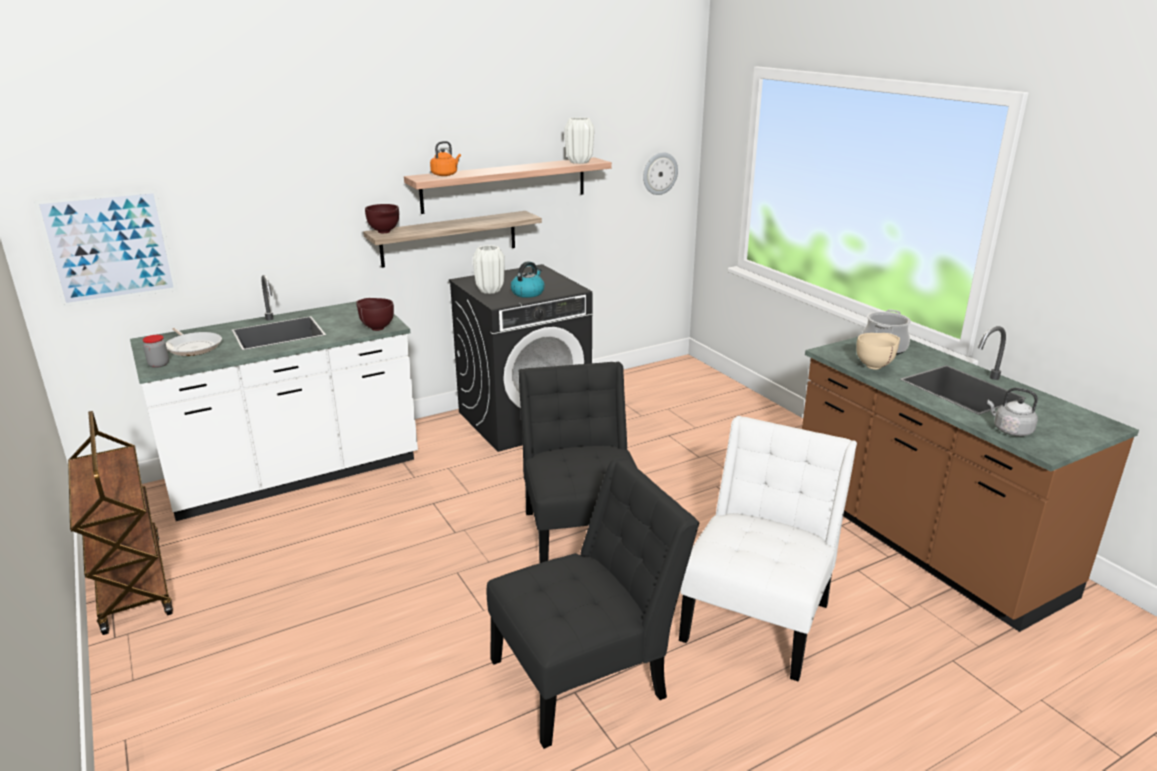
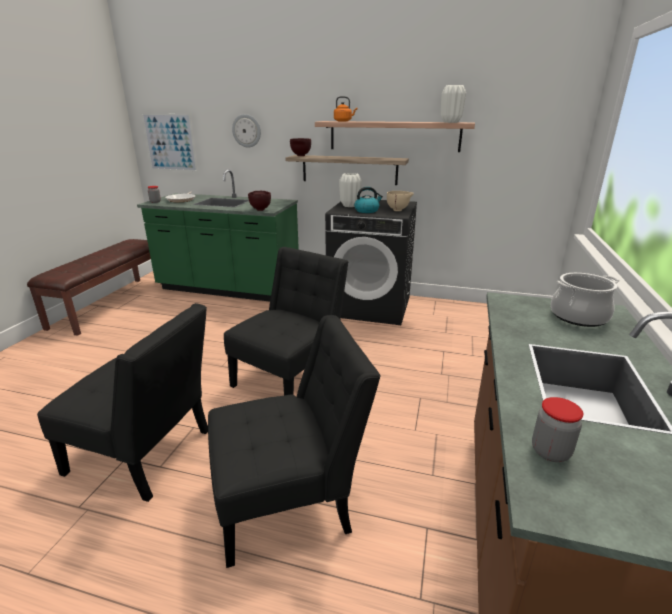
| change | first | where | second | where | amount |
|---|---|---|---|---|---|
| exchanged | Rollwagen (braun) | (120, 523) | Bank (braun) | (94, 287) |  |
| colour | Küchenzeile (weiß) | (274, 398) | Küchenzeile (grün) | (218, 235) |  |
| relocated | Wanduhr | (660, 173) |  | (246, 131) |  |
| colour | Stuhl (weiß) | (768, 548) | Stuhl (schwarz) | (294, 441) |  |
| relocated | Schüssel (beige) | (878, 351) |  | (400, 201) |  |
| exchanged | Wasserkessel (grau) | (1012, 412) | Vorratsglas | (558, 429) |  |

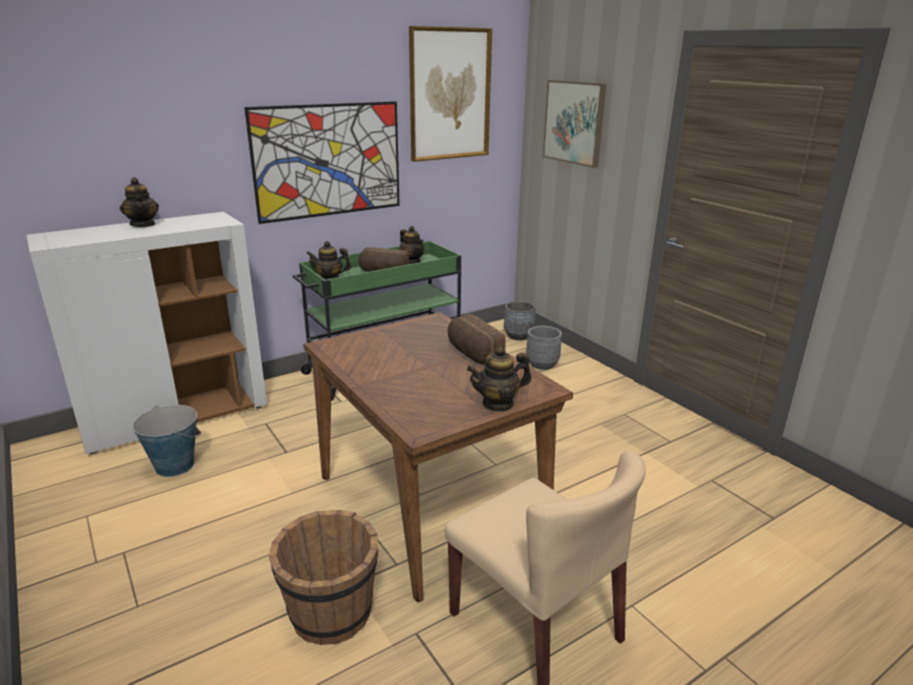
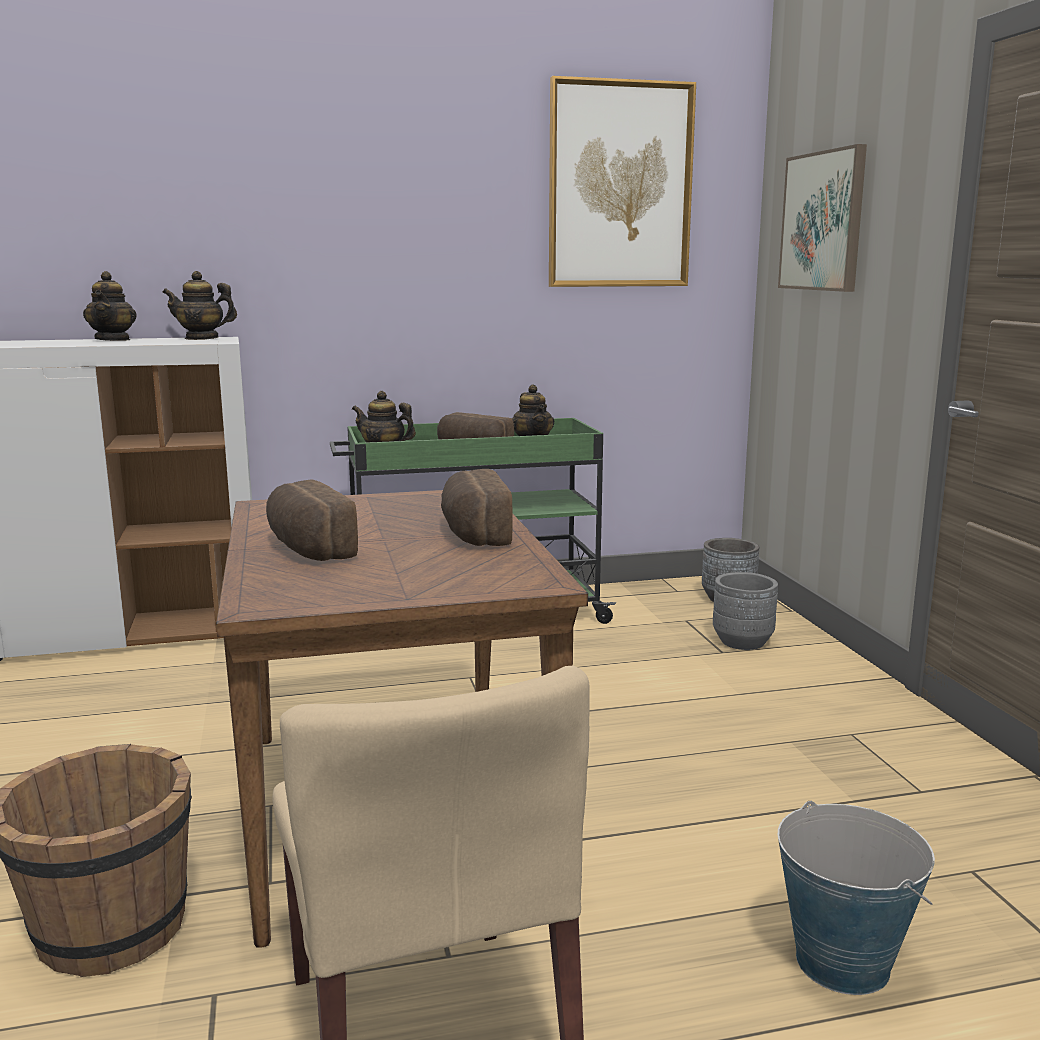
| change | first | where | second | where | amount |
|---|---|---|---|---|---|
| relocated | Eimer | (166, 441) |  | (856, 898) |  |
| missing | Bild | (322, 162) |  |  |  |
| relocated | Teekanne | (499, 379) |  | (199, 305) |  |
| appeared |  |  | Brot | (312, 520) |  |

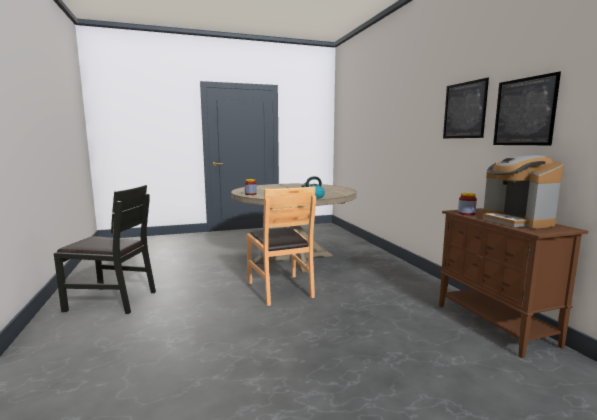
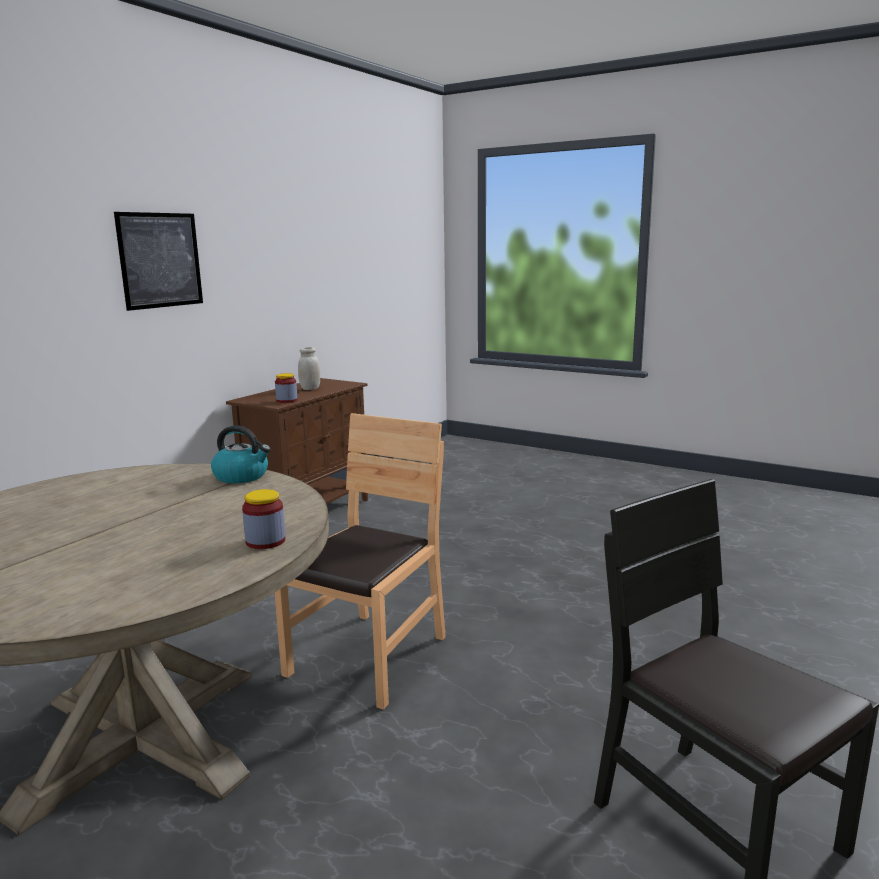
| change | first | where | second | where | amount |
|---|---|---|---|---|---|
| exchanged | Kaffeemaschine | (523, 192) | Vorratsglas (weiß) | (309, 368) |  |
| missing | Bild | (527, 108) |  |  |  |

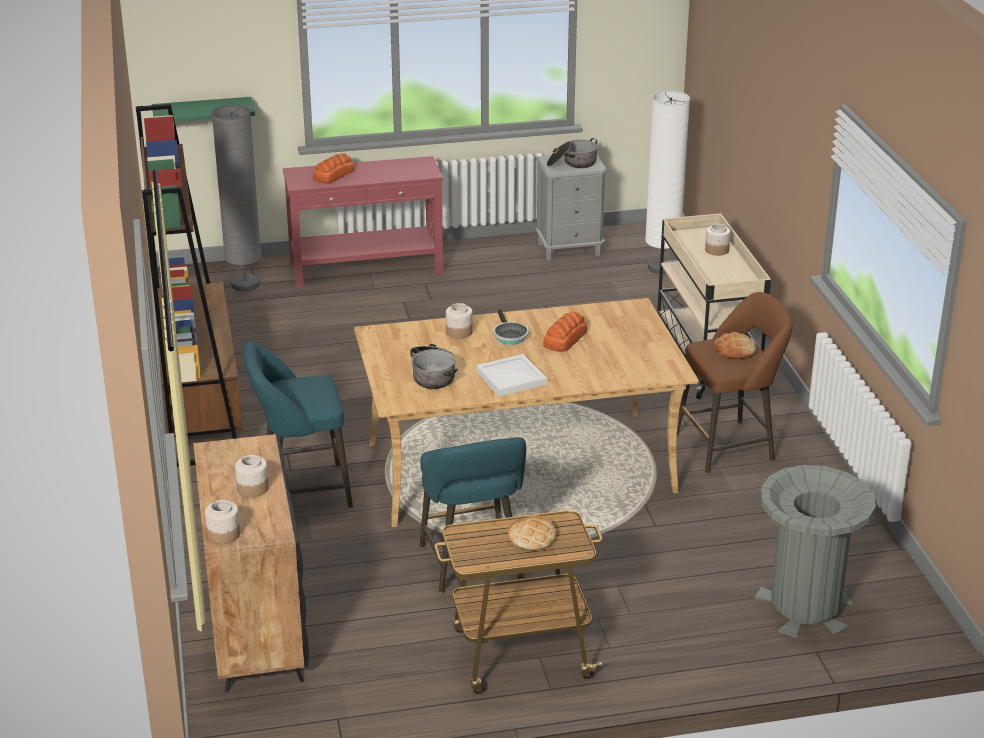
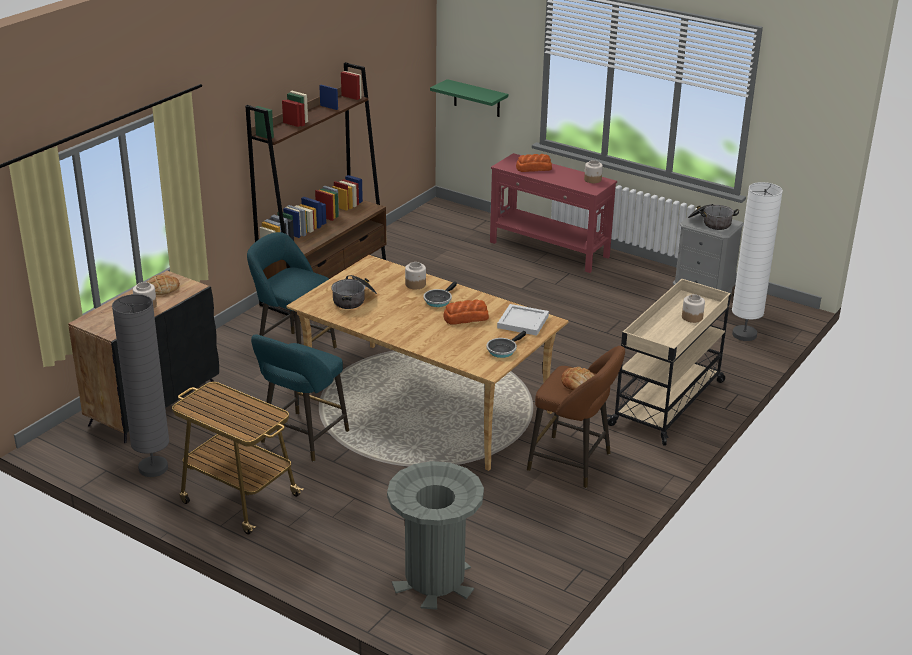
| change | first | where | second | where | amount |
|---|---|---|---|---|---|
| relocated | Vorratsglas | (222, 522) |  | (593, 171) |  |
| relocated | Stehlampe (grau) | (236, 198) |  | (140, 385) |  |
| relocated | Tablett (weiß) | (511, 375) |  | (523, 320) |  |
| relocated | Brot | (532, 532) |  | (163, 285) |  |
| appeared |  |  | Pfanne | (506, 344) |  |

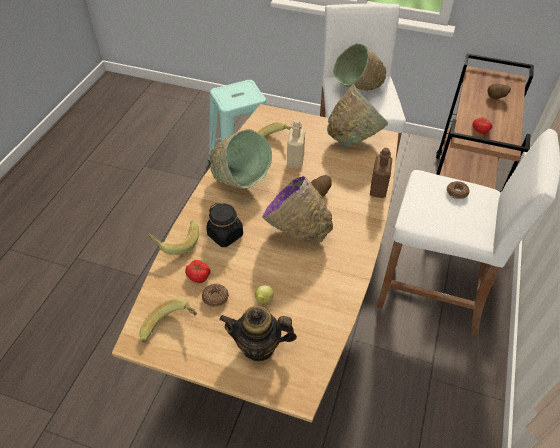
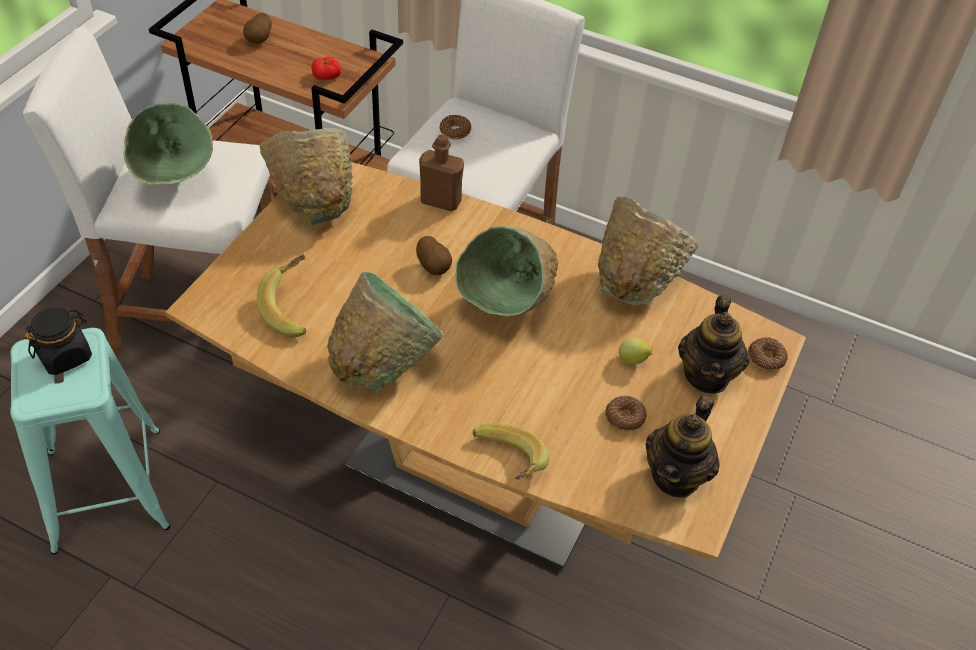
| change | first | where | second | where | amount |
|---|---|---|---|---|---|
| exchanged | Banane | (168, 320) | Teekanne | (682, 446) |  |
| missing | Tomate | (198, 271) |  |  |  |
| relocated | Vorratsglas (schwarz) | (224, 225) |  | (58, 341) |  |
| colour | Schüssel (lila) | (297, 209) | Schüssel (grün) | (506, 271) |  |
| missing | Flasche (beige) | (296, 144) |  |  |  |
| appeared |  |  | Schüssel (beige) | (649, 251) |  |
| appeared |  |  | Donut | (768, 354) |  |

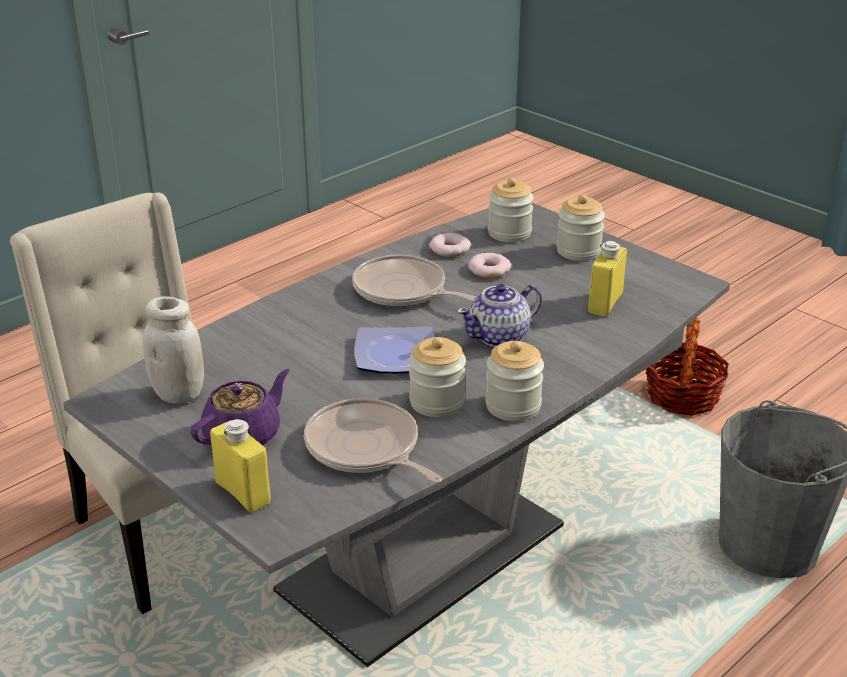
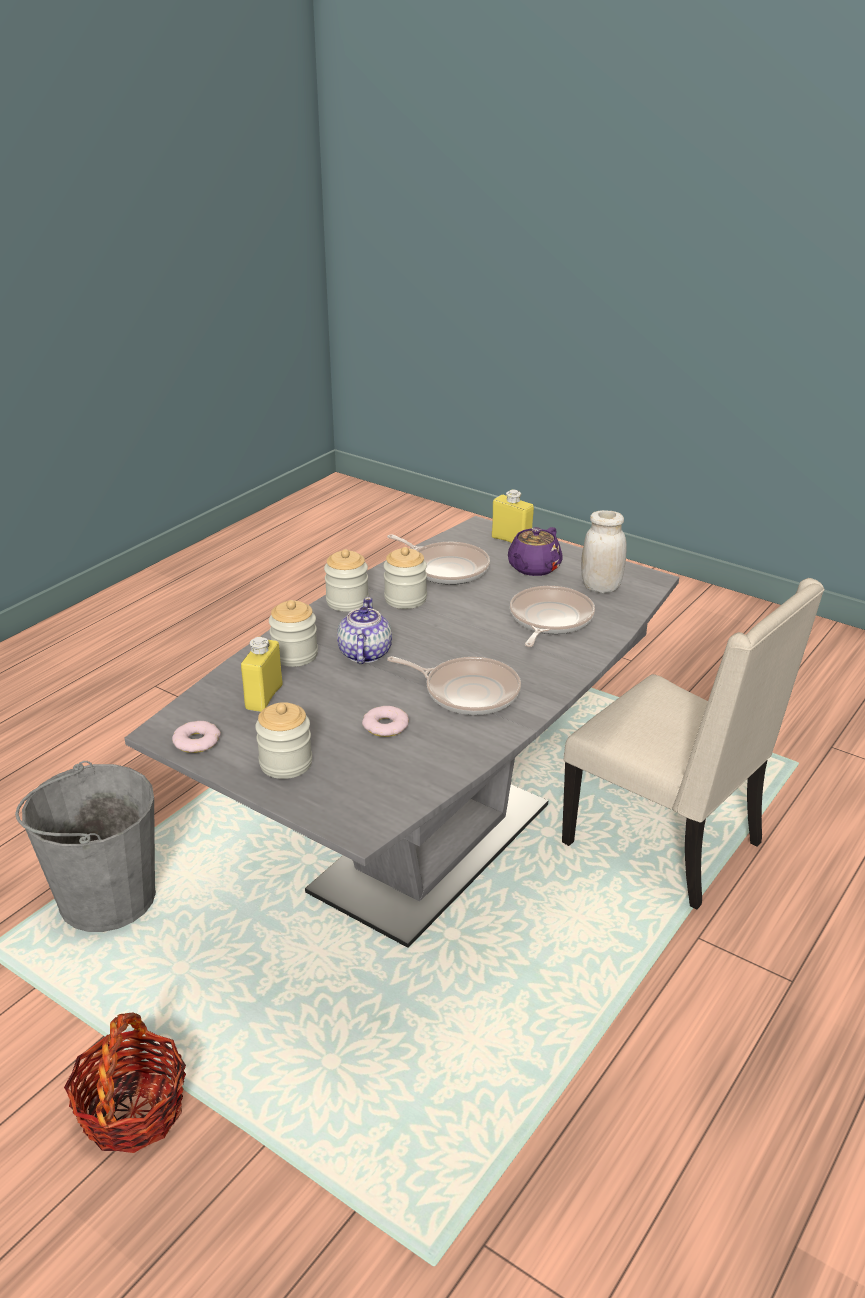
| change | first | where | second | where | amount |
|---|---|---|---|---|---|
| missing | Teller | (394, 350) |  |  |  |
| relocated | Donut | (450, 245) |  | (196, 737) |  |
| spun | Teekanne | (499, 315) |  | (364, 630) | 45 degrees counterclockwise |
| relocated | Vorratsglas | (511, 210) |  | (293, 633) |  |
| appeared |  |  | Pfanne | (552, 616) |  |

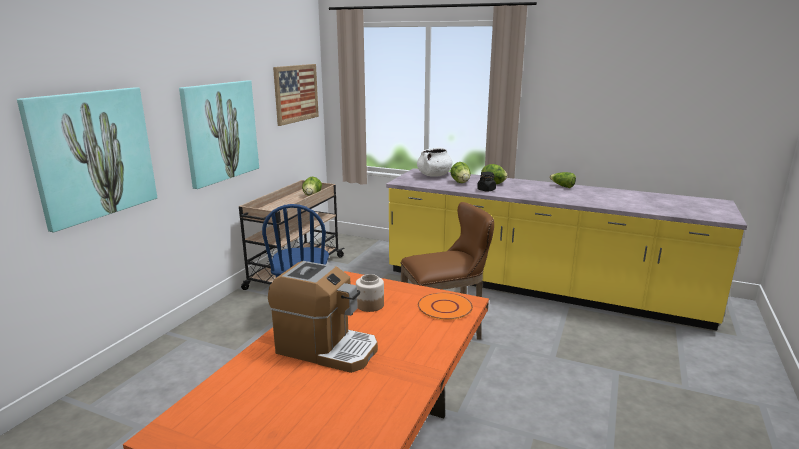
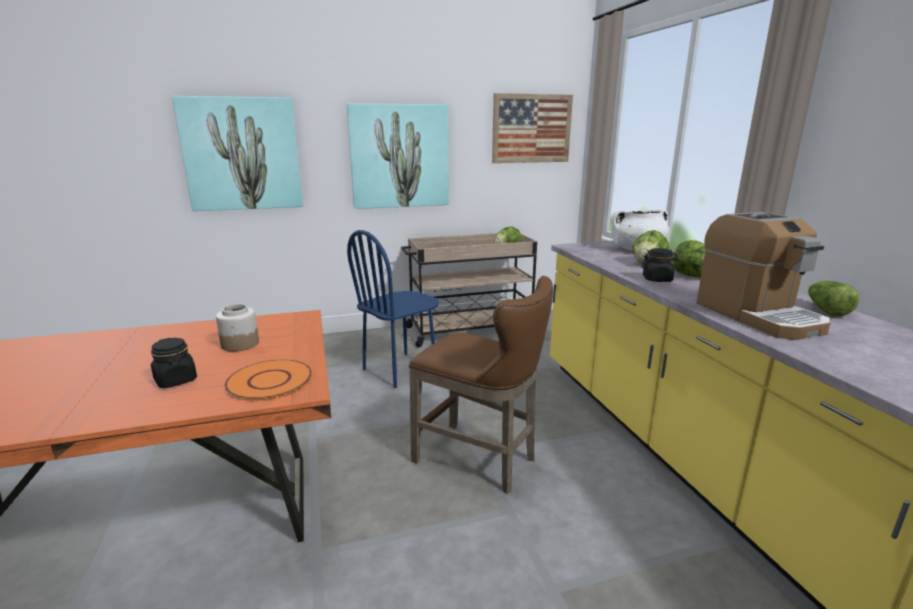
| change | first | where | second | where | amount |
|---|---|---|---|---|---|
| relocated | Kaffeemaschine | (323, 317) |  | (763, 276) |  |
| appeared |  |  | Vorratsglas (schwarz) | (174, 363) |  |

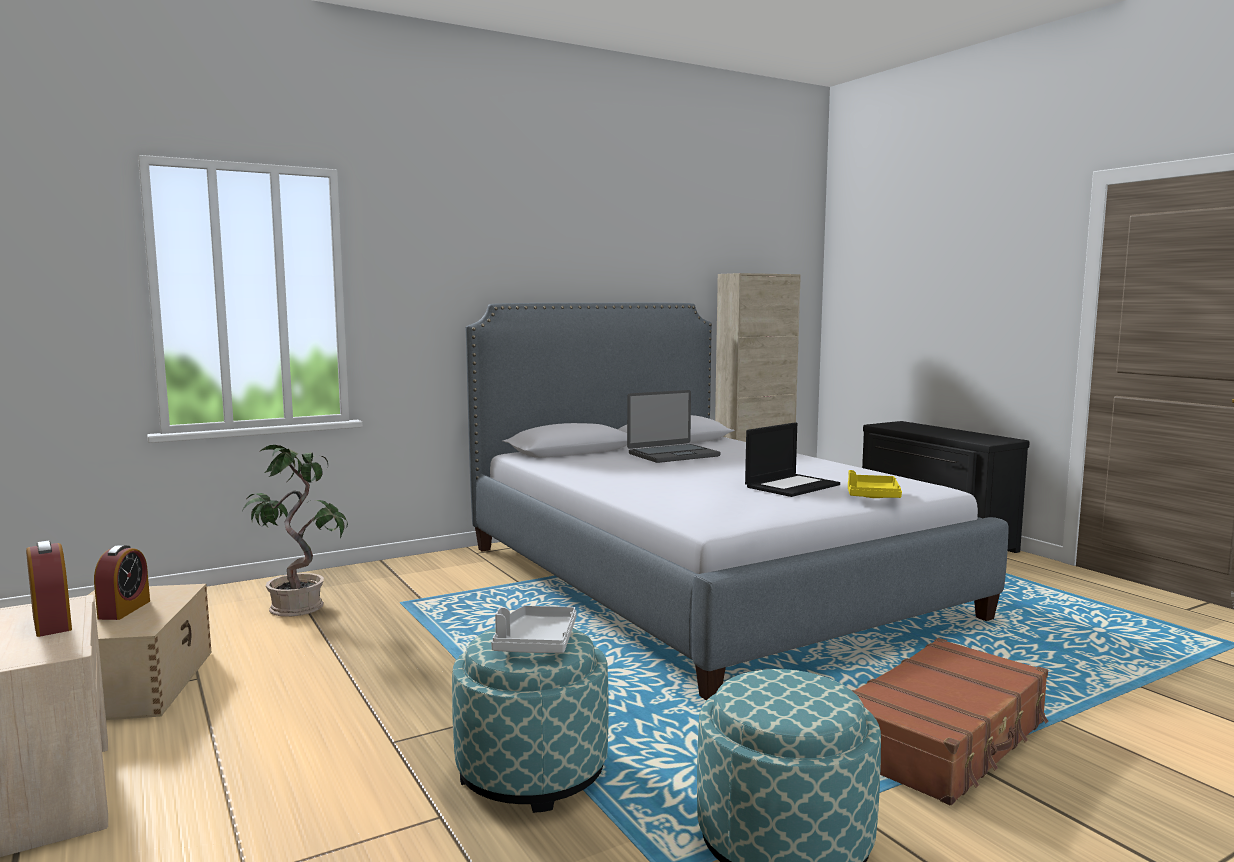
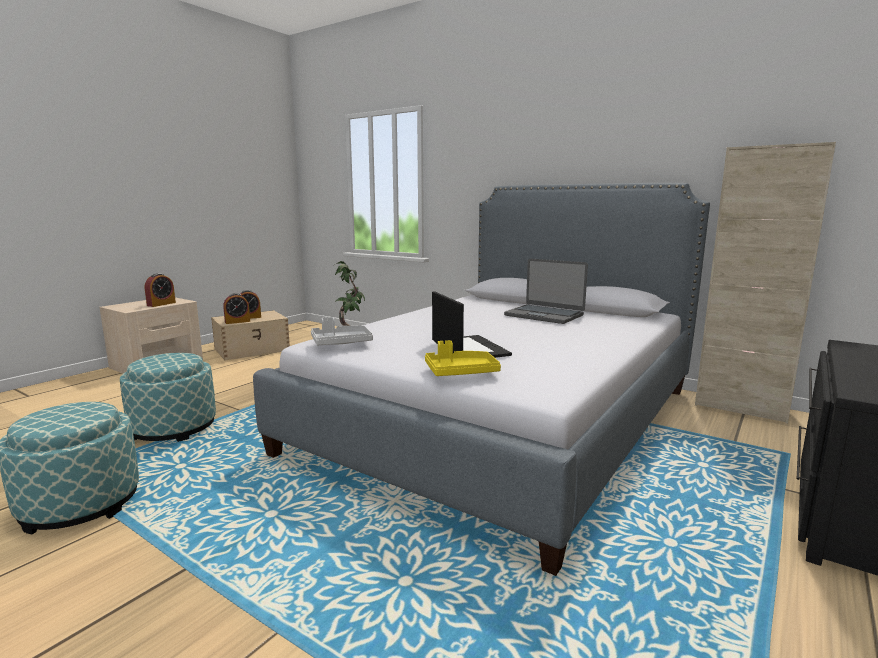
| change | first | where | second | where | amount |
|---|---|---|---|---|---|
| relocated | Tablett (grau) | (534, 629) |  | (342, 331) |  |
| spun | Laptop | (792, 459) |  | (472, 324) | 135 degrees counterclockwise |
| missing | Koffer (braun) | (950, 721) |  |  |  |
| appeared |  |  | Wecker | (236, 308) |  |

